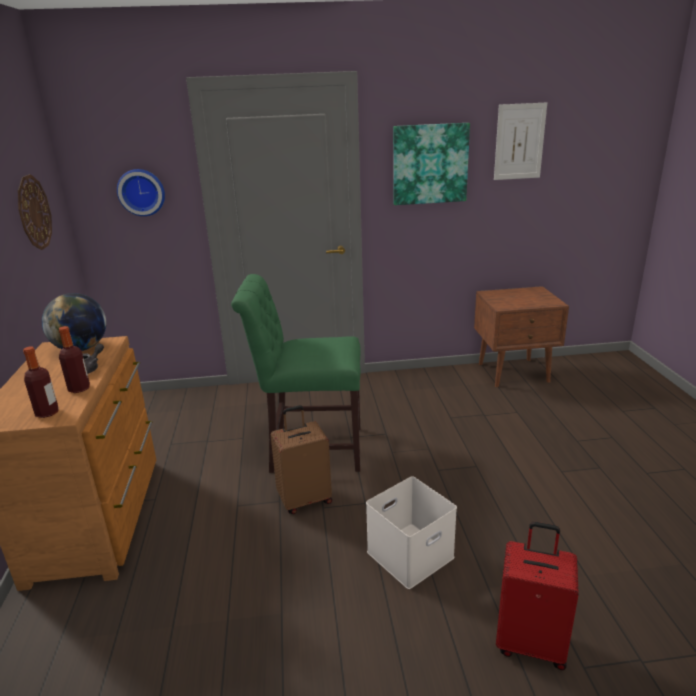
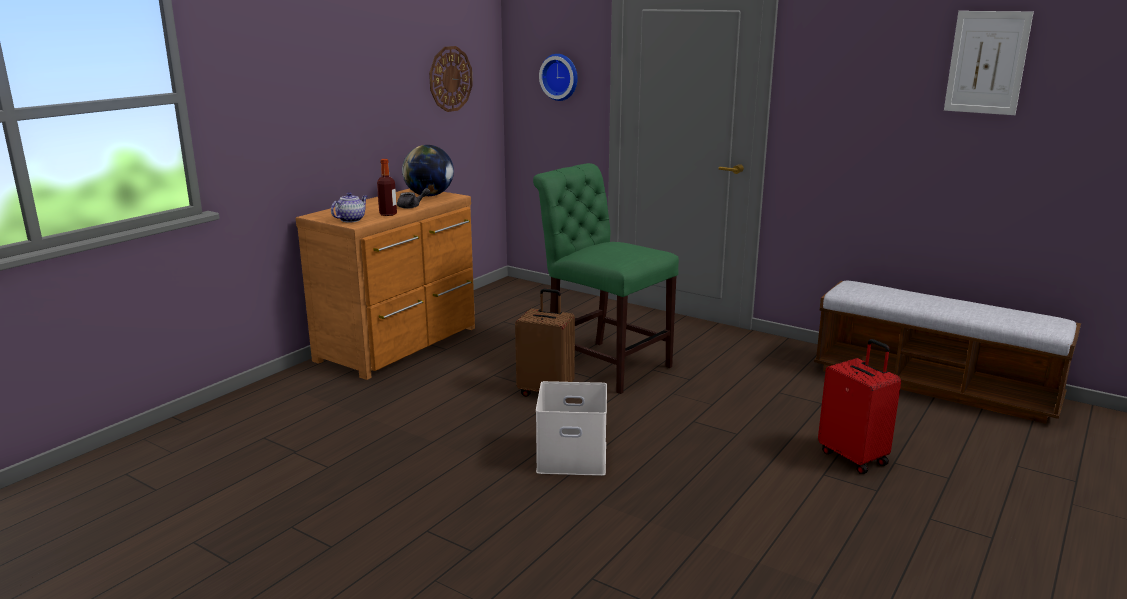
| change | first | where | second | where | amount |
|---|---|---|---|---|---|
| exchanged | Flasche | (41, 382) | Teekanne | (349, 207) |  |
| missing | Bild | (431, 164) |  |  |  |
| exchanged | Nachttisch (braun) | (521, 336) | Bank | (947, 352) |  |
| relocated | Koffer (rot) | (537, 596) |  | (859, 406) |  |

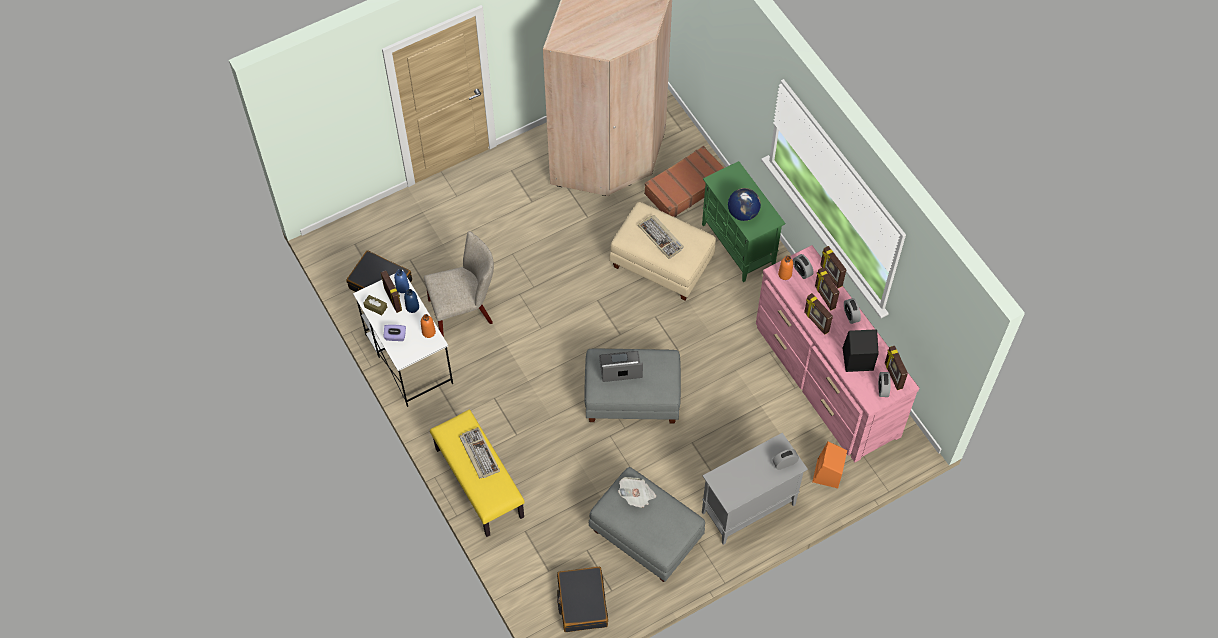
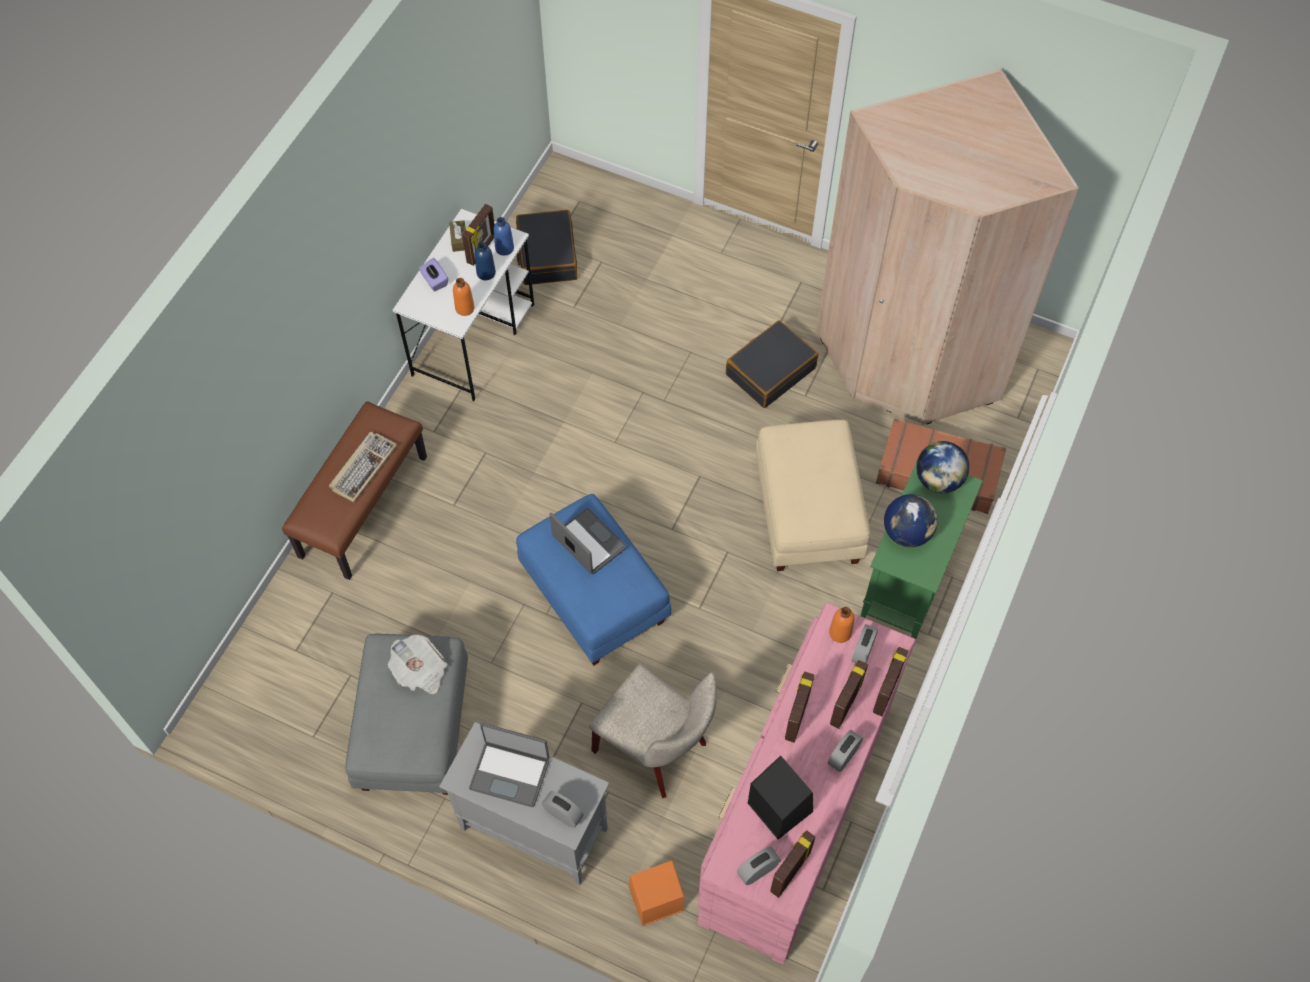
| change | first | where | second | where | amount |
|---|---|---|---|---|---|
| relocated | Stuhl (beige) | (459, 284) |  | (653, 731) |  |
| colour | Bank (gelb) | (477, 473) | Bank (braun) | (354, 490) |  |
| relocated | Koffer (schwarz) | (582, 599) |  | (772, 364) |  |
| colour | Polsterhocker (grau) | (633, 386) | Polsterhocker (blau) | (593, 580) |  |
| missing | Tastatur | (661, 237) |  |  |  |
| appeared |  |  | Laptop | (509, 765) |  |
| appeared |  |  | Globus | (942, 467) |  |

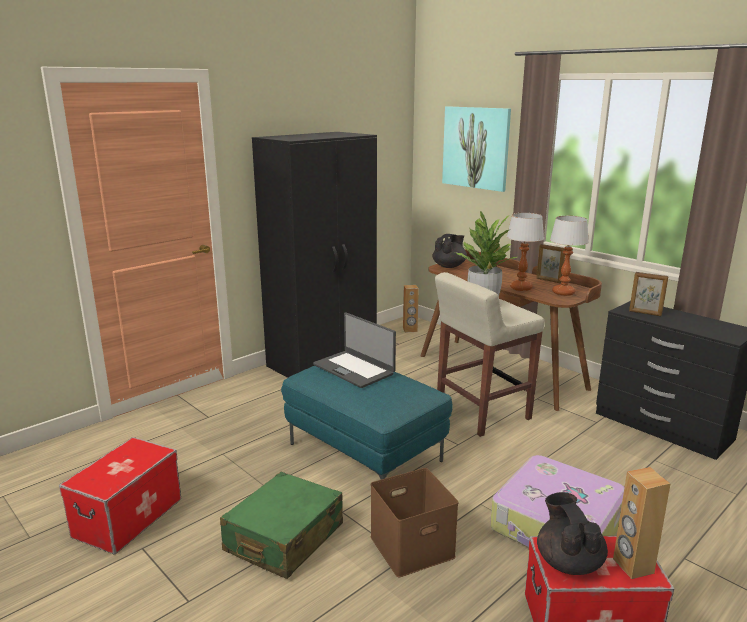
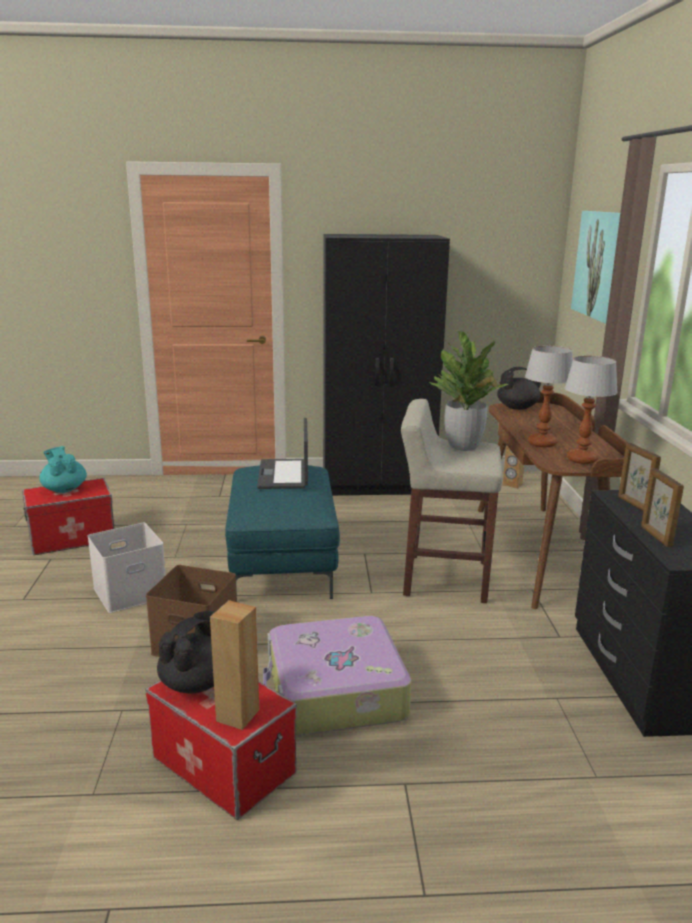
| change | first | where | second | where | amount |
|---|---|---|---|---|---|
| exchanged | Koffer (grün) | (281, 525) | Aufbewahrungsbox (weiß) | (126, 568) |  |
| relocated | Bilderrahmen | (550, 263) |  | (662, 507) |  |
| appeared |  |  | Teekanne (türkis) | (63, 469) |  |

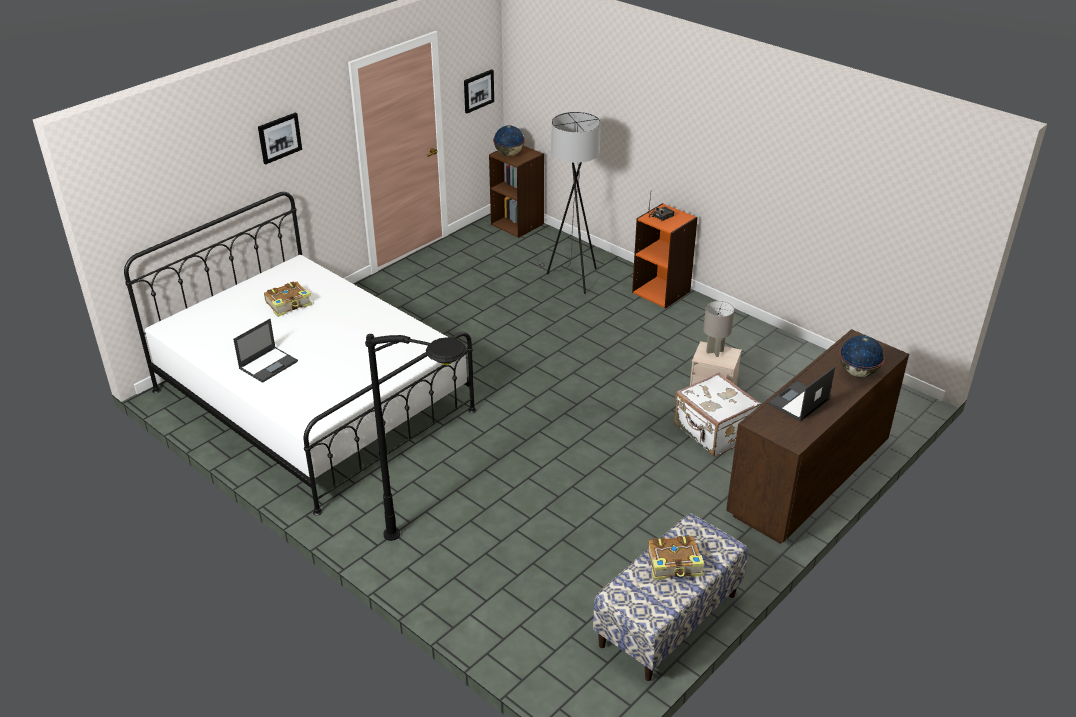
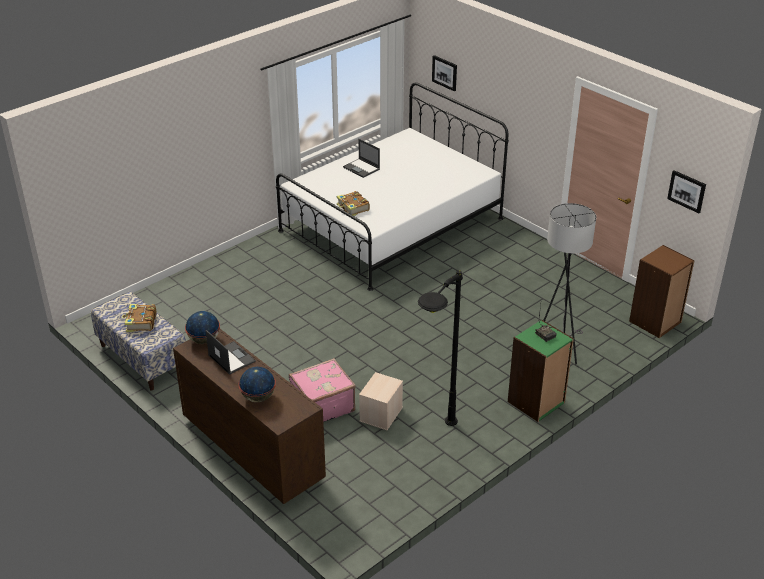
| change | first | where | second | where | amount |
|---|---|---|---|---|---|
| relocated | Bild | (280, 138) |  | (444, 73) |  |
| relocated | Buch | (288, 299) |  | (353, 203) |  |
| relocated | Stehlampe (schwarz) | (416, 437) |  | (440, 348) |  |
| relocated | Globus | (509, 140) |  | (202, 327) |  |
| colour | Bücherregal (orange) | (665, 255) | Bücherregal (grün) | (541, 371) |  |
| colour | Koffer (weiß) | (717, 415) | Koffer (rosa) | (322, 390) |  |
| missing | Tischlampe (grau) | (718, 329) |  |  |  |

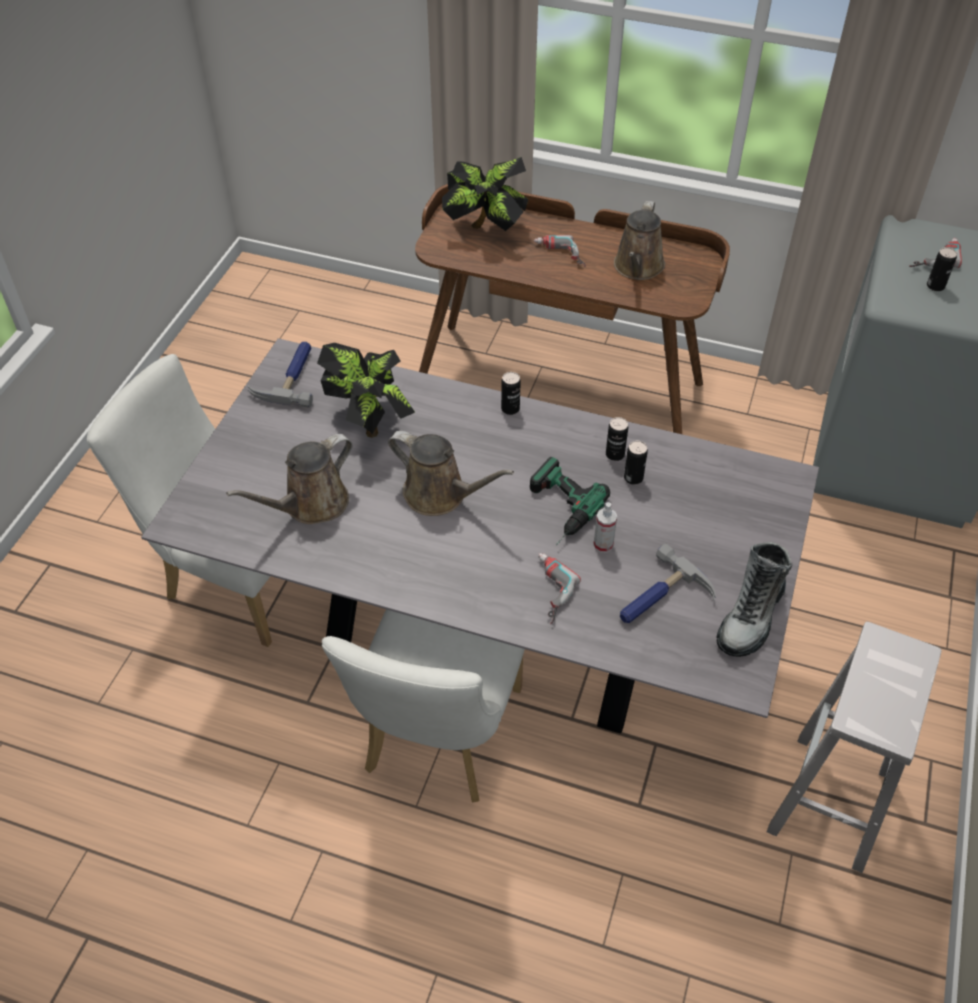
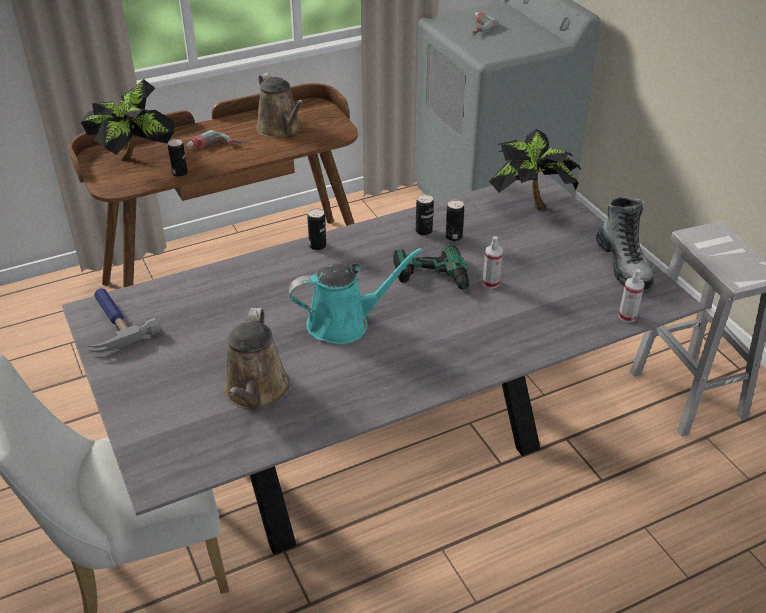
| change | first | where | second | where | amount |
|---|---|---|---|---|---|
| relocated | Topfpflanze | (366, 390) |  | (535, 170) |  |
| missing | Stuhl (weiß) | (423, 705) |  |  |  |
| colour | Gießkanne (braun) | (451, 473) | Gießkanne (türkis) | (356, 296) |  |
| missing | Bohrmaschine | (559, 588) |  |  |  |
| missing | Hammer | (668, 583) |  |  |  |
| relocated | Dose | (942, 269) |  | (178, 158) |  |
| appeared |  |  | Sprühflasche | (631, 296) |  |

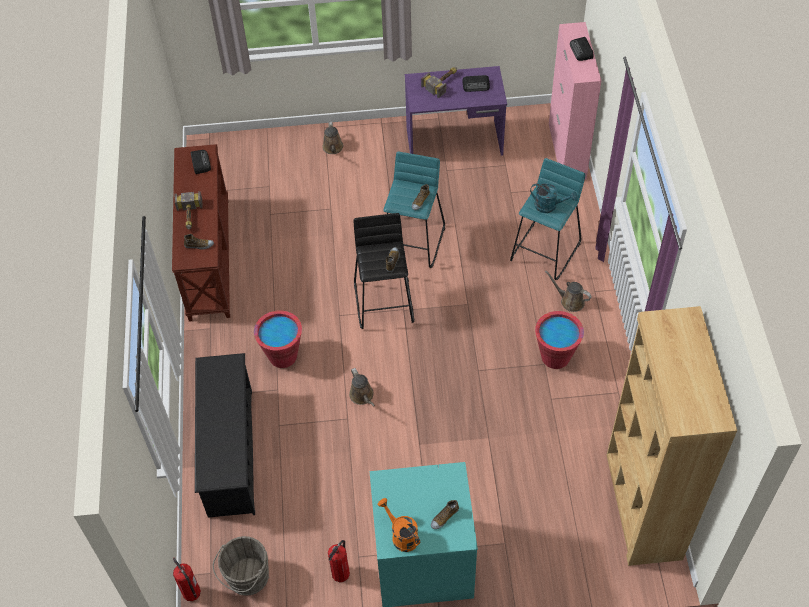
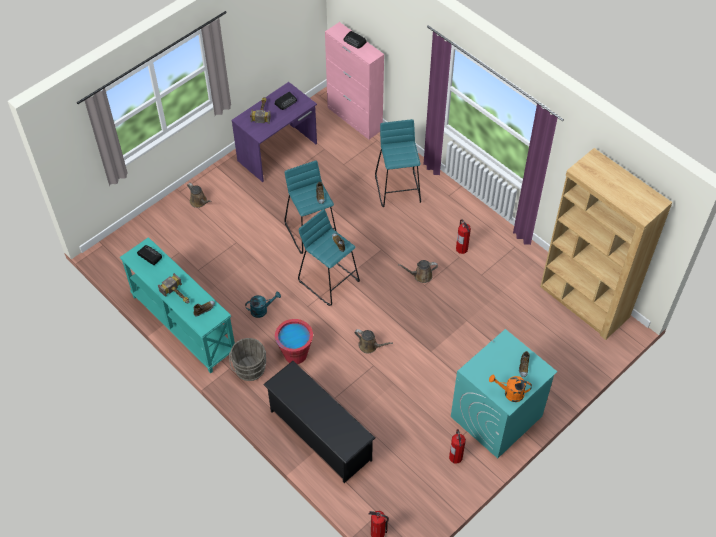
| change | first | where | second | where | amount |
|---|---|---|---|---|---|
| colour | Konsolentisch (braun) | (201, 233) | Konsolentisch (türkis) | (177, 305) |  |
| relocated | Eimer (grau) | (241, 566) |  | (247, 359) |  |
| colour | Hocker (schwarz) | (384, 271) | Hocker (türkis) | (329, 257) |  |
| relocated | Gießkanne (türkis) | (553, 198) |  | (263, 305) |  |
| exchanged | Eimer (rot) | (559, 340) | Feuerlöscher | (463, 236) |  |
| relocated | Gießkanne (braun) | (568, 291) |  | (418, 271) |  |

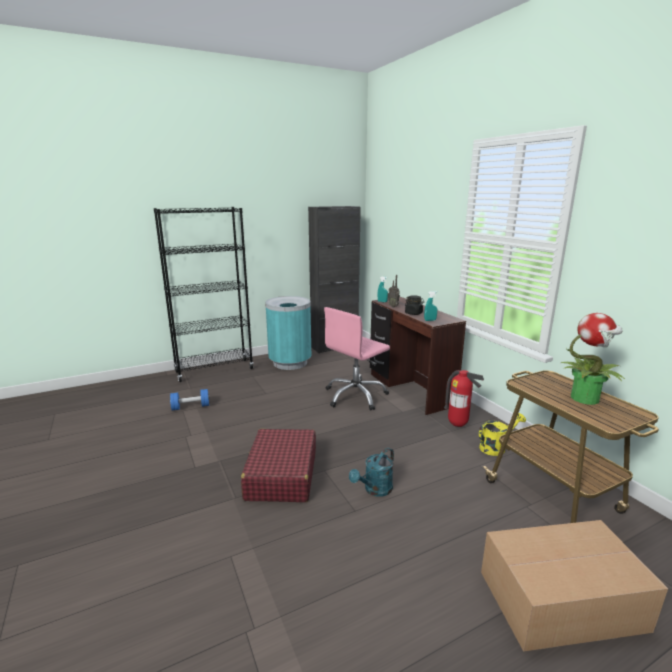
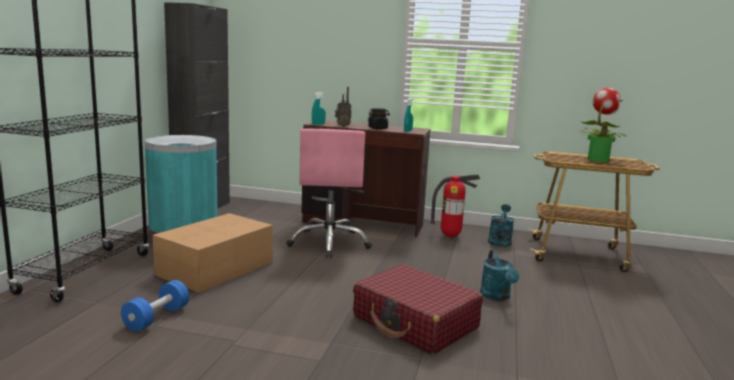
| change | first | where | second | where | amount |
|---|---|---|---|---|---|
| colour | Gießkanne (gelb) | (502, 434) | Gießkanne (türkis) | (501, 225) |  |
| relocated | Karton | (574, 586) |  | (213, 253) |  |

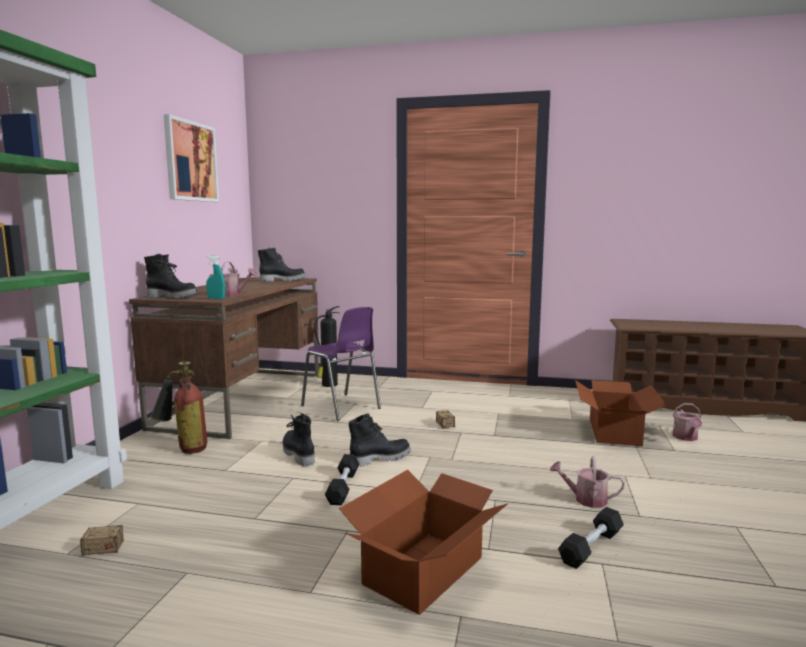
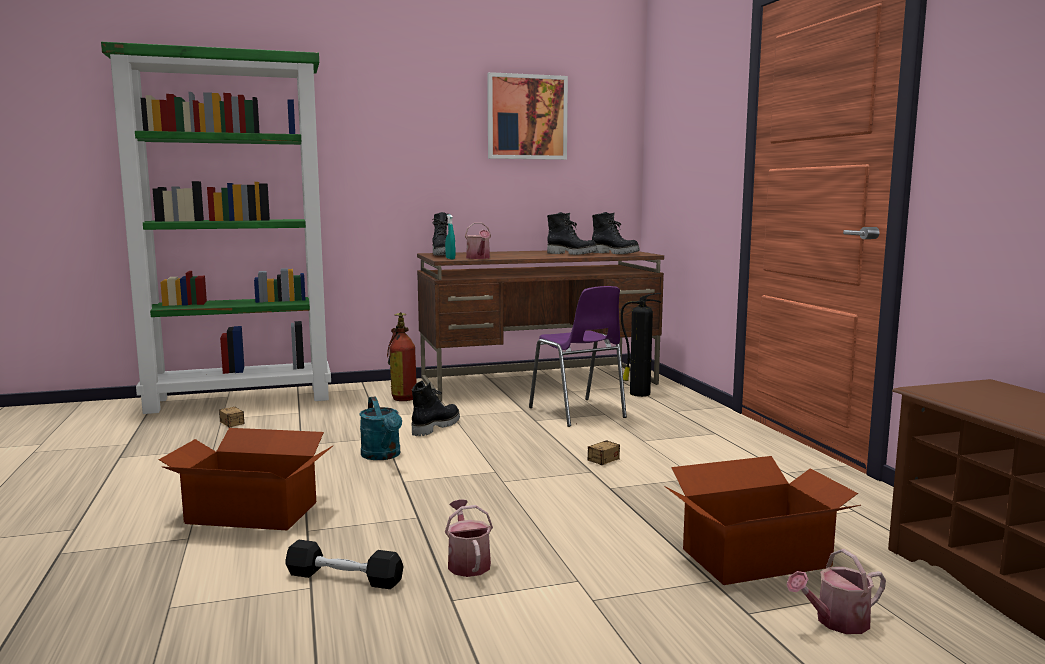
| change | first | where | second | where | amount |
|---|---|---|---|---|---|
| spun | Stuhl (lila) | (341, 364) |  | (578, 356) | 45 degrees counterclockwise |
| exchanged | Hantel (schwarz) | (342, 479) | Gießkanne (türkis) | (380, 428) |  |
| relocated | Stiefel (schwarz) | (380, 440) |  | (572, 233) |  |

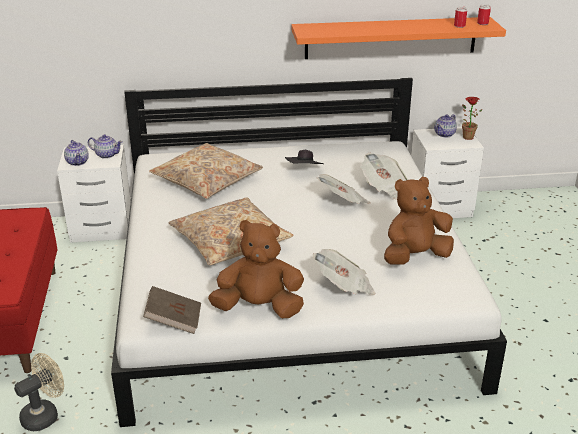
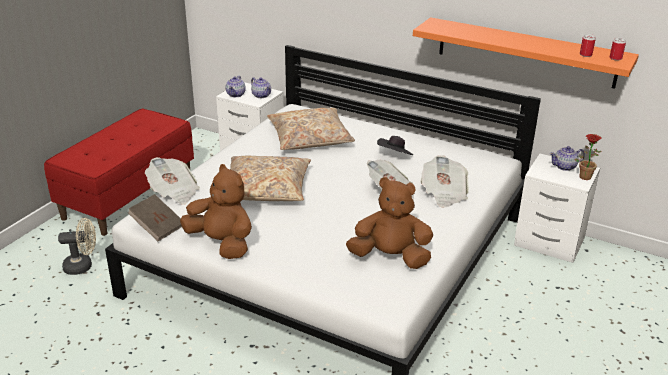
| change | first | where | second | where | amount |
|---|---|---|---|---|---|
| relocated | Zeitung | (344, 272) |  | (172, 181) |  |

